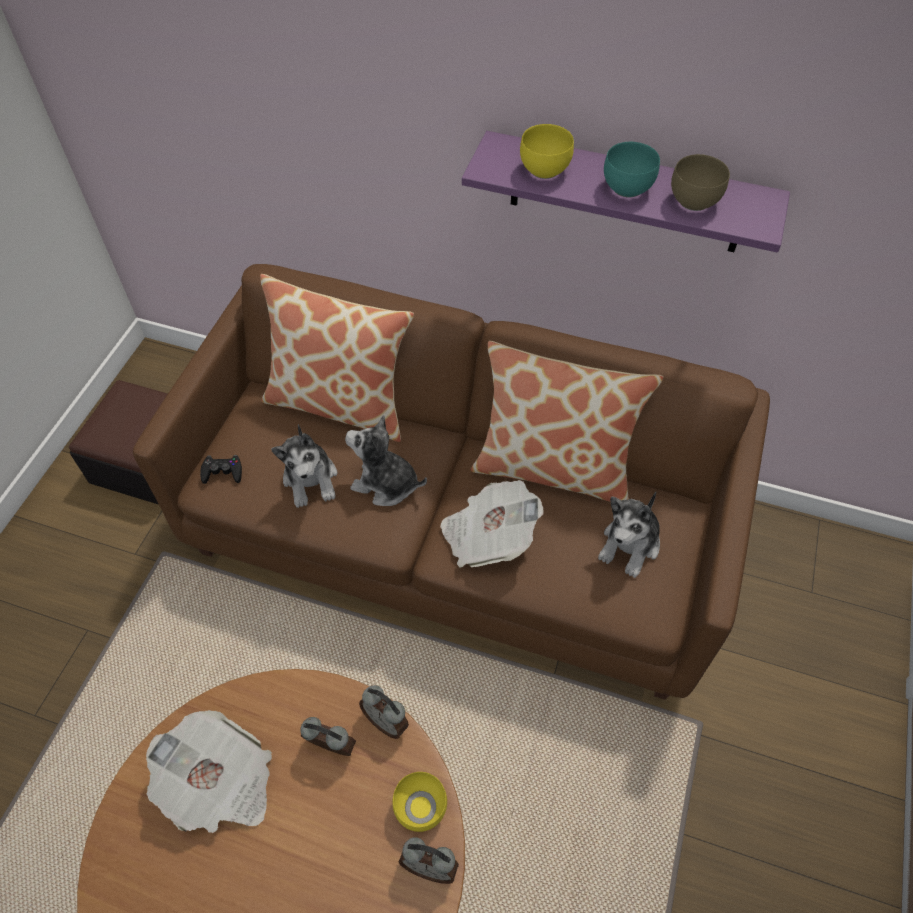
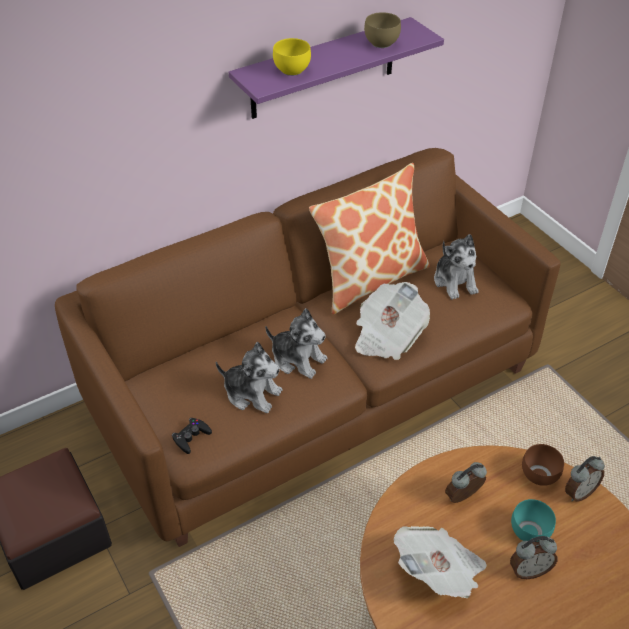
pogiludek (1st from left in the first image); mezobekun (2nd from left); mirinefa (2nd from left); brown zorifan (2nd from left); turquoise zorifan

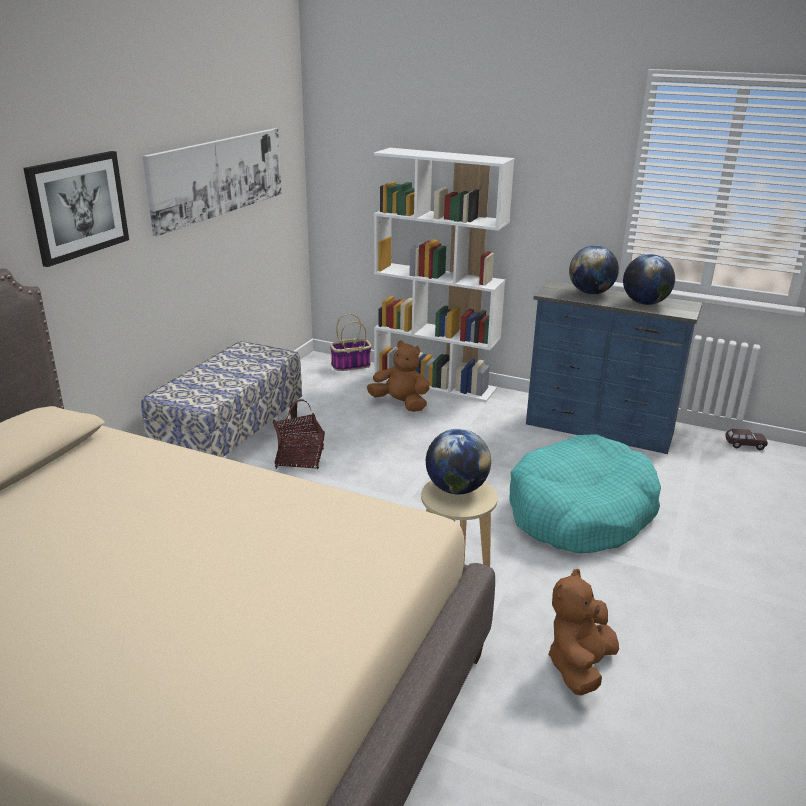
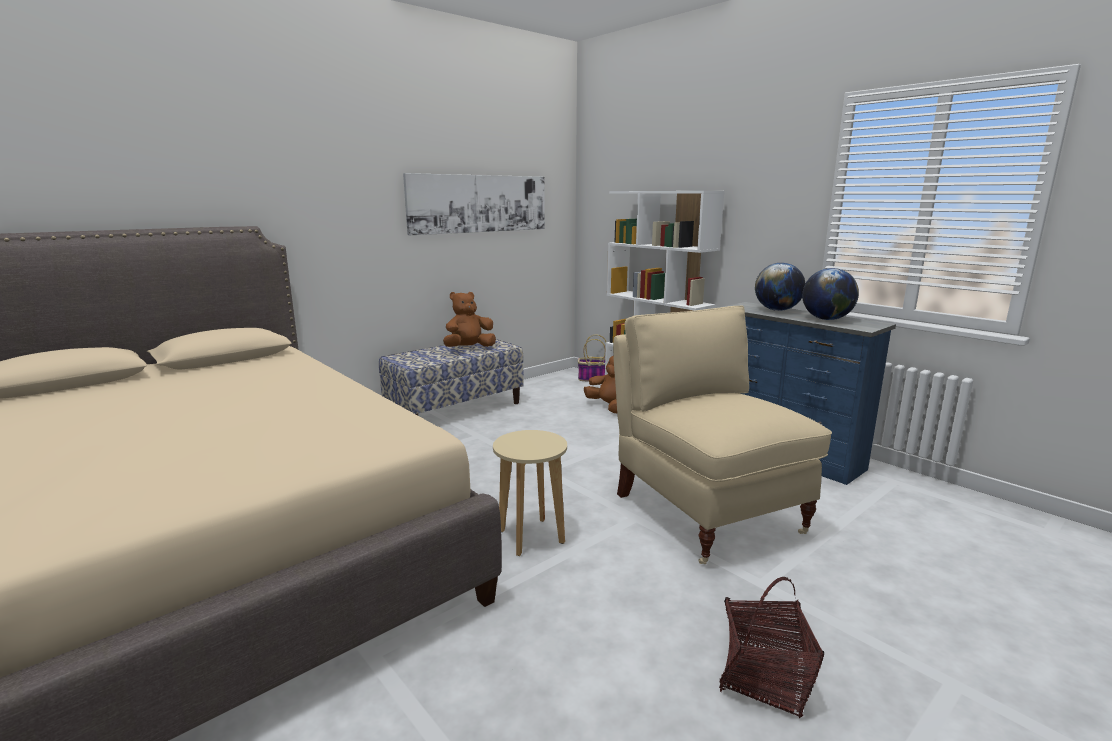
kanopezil (1st from left in the first image); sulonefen (2nd from left); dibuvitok (1st from left in the first image); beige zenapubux; brown mezobekun (1st from left); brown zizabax

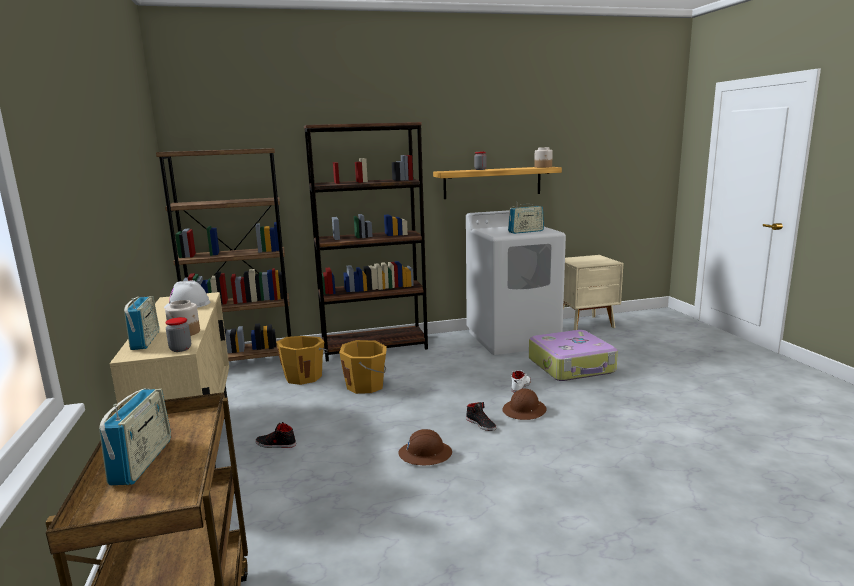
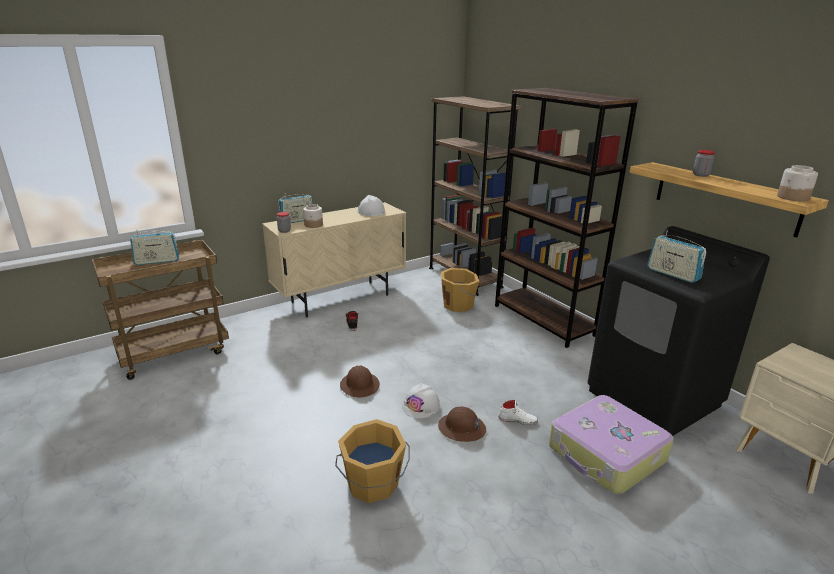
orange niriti (1st from left); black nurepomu; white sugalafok (2nd from left)

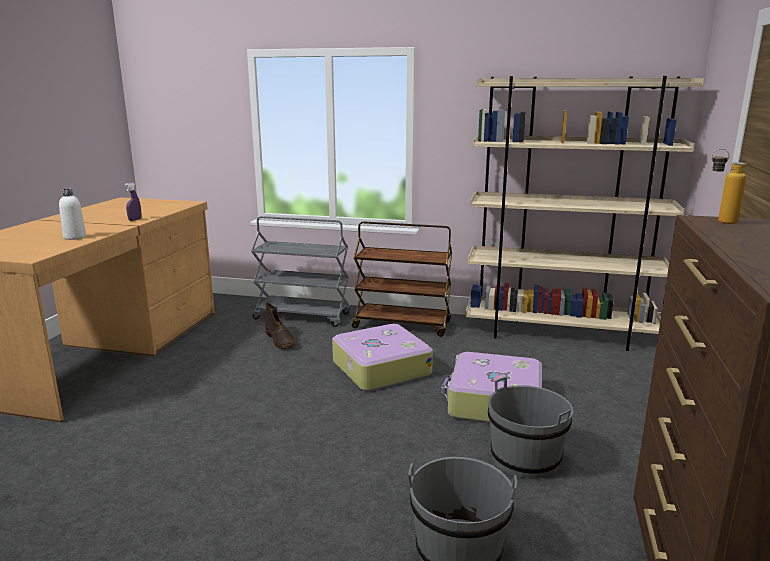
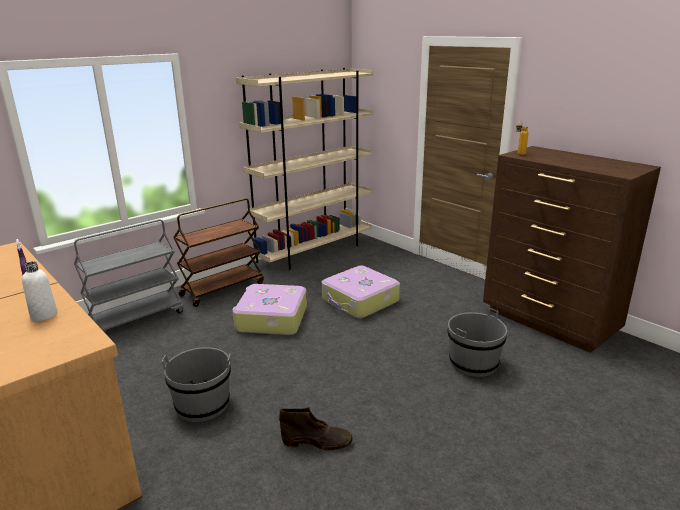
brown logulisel; grey niriti (1st from left)

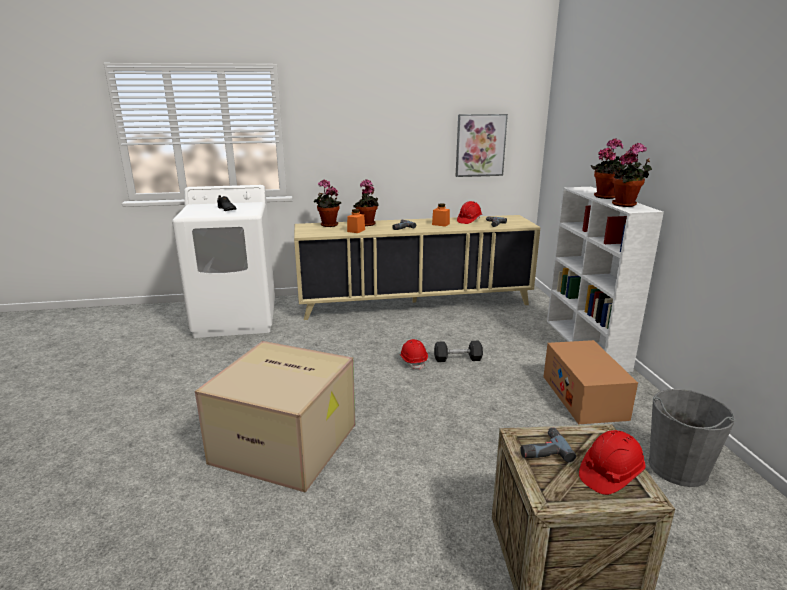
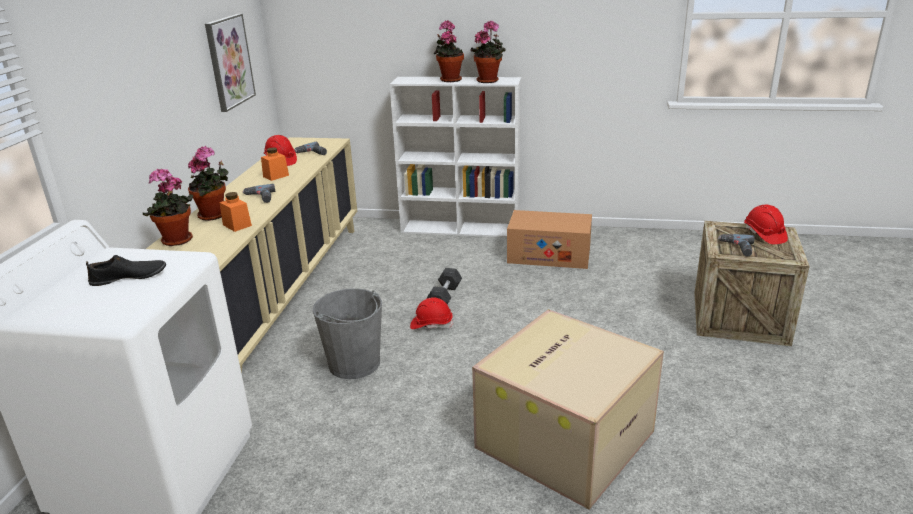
grey niriti

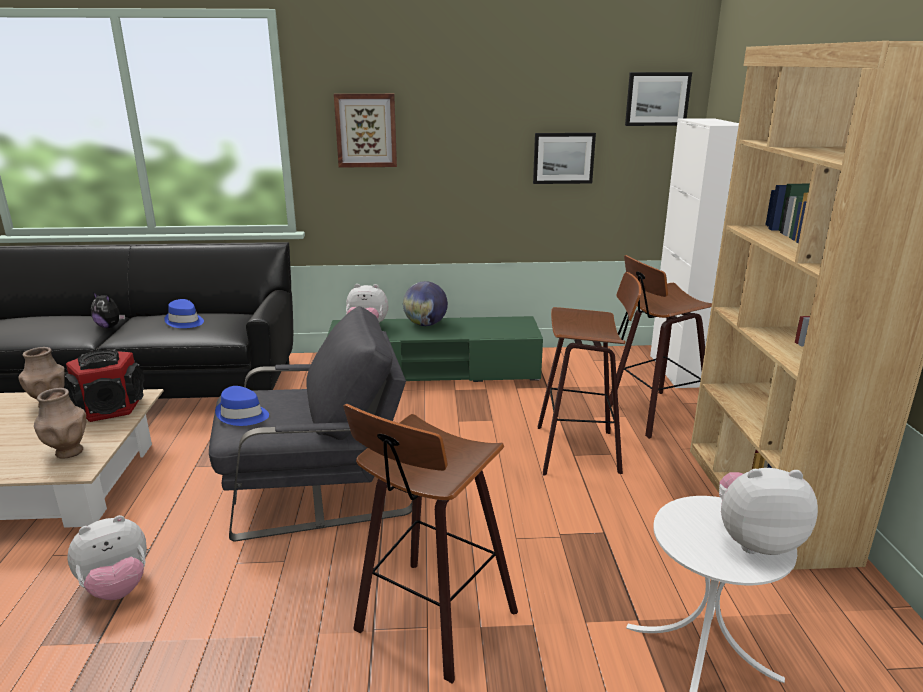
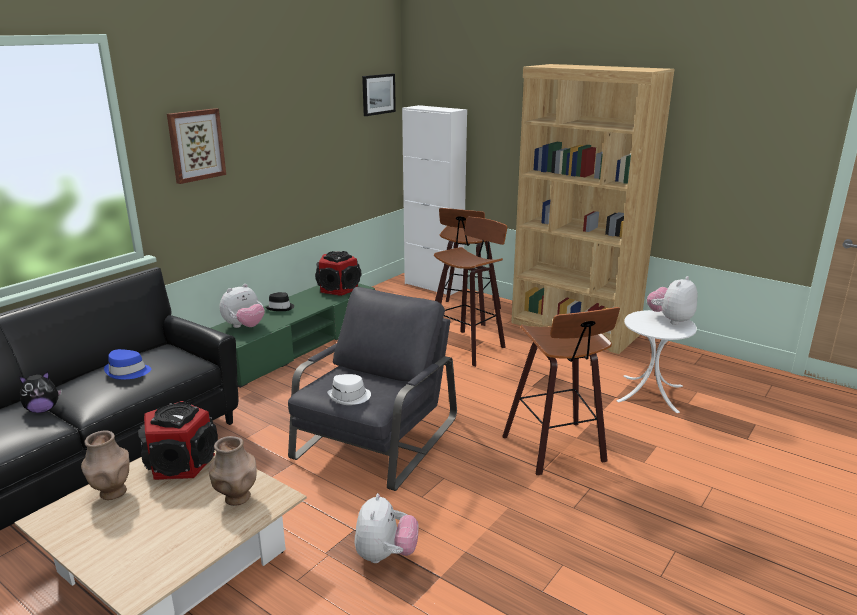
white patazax; black patazax; kanopezil (2nd from left in the first image); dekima (2nd from left)

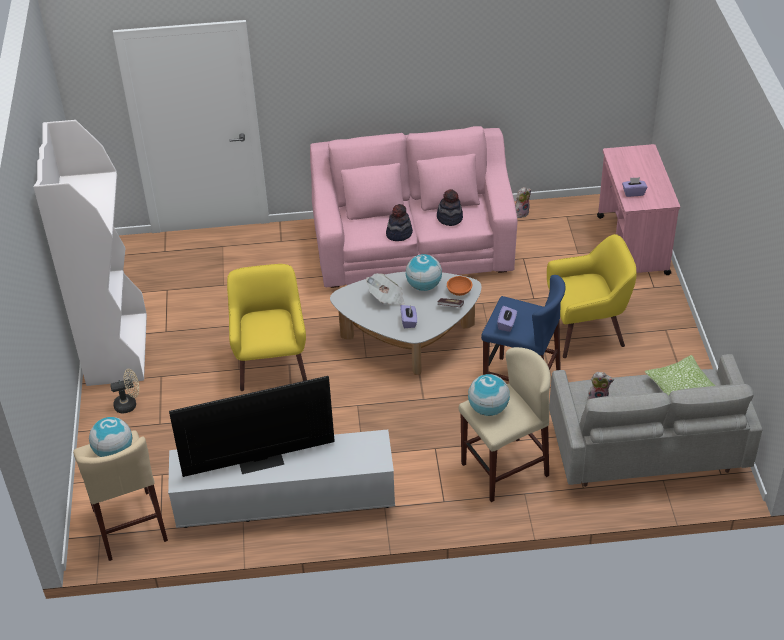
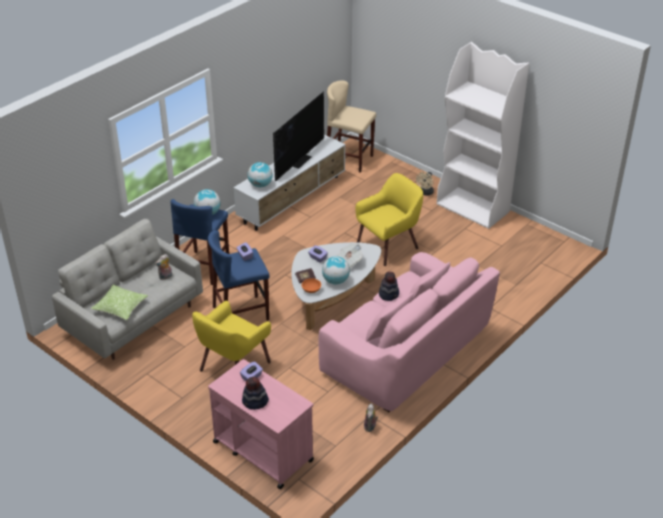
dibuvitok (2nd from left); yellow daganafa (2nd from left); patazax (1st from left); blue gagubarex (1st from left)

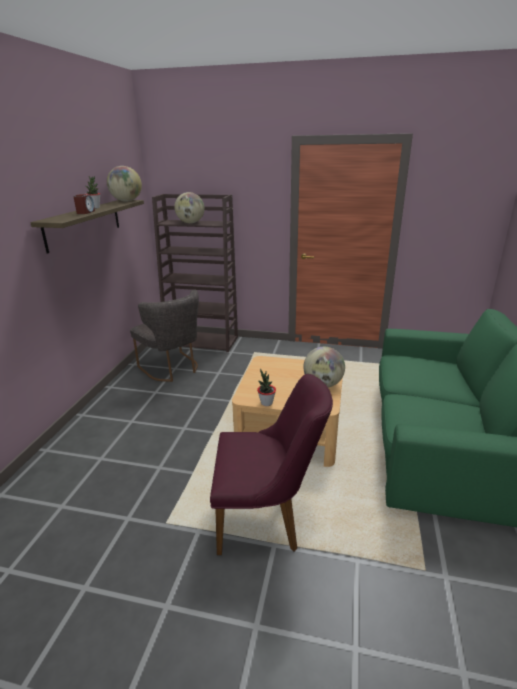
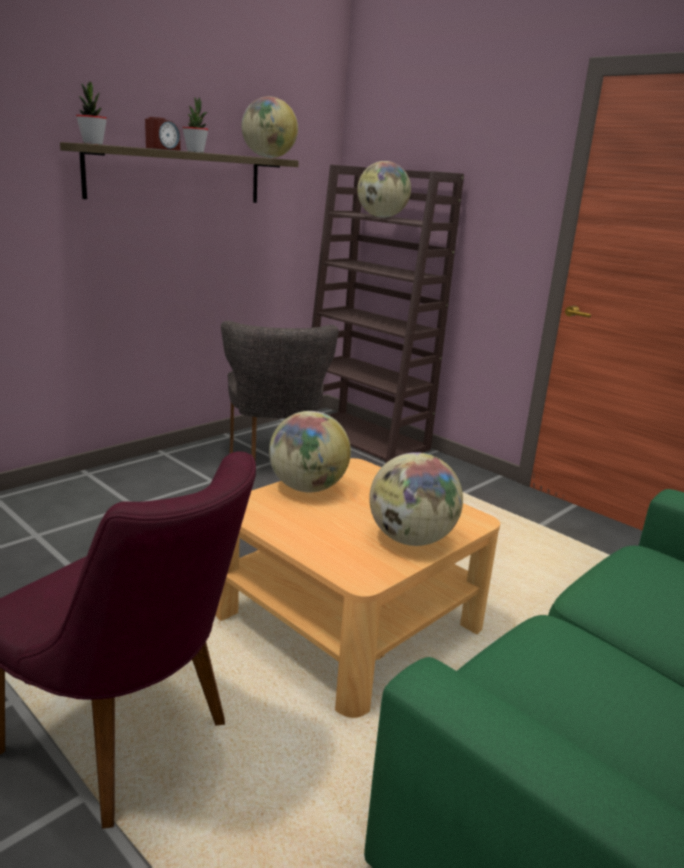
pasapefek (1st from left); dibuvitok (2nd from left)

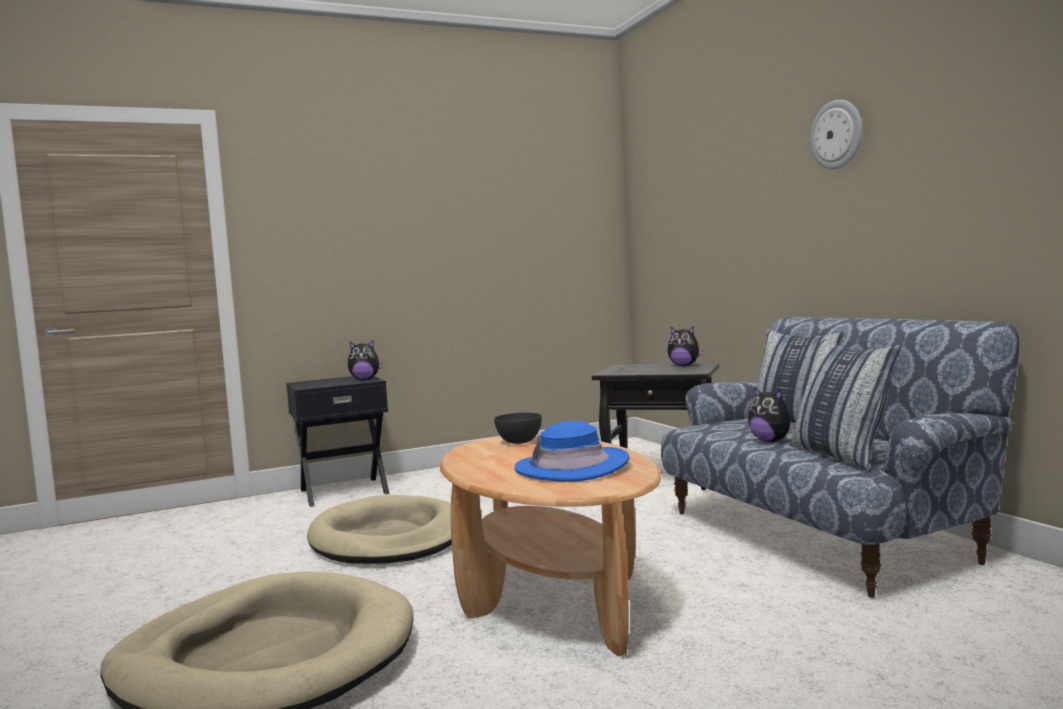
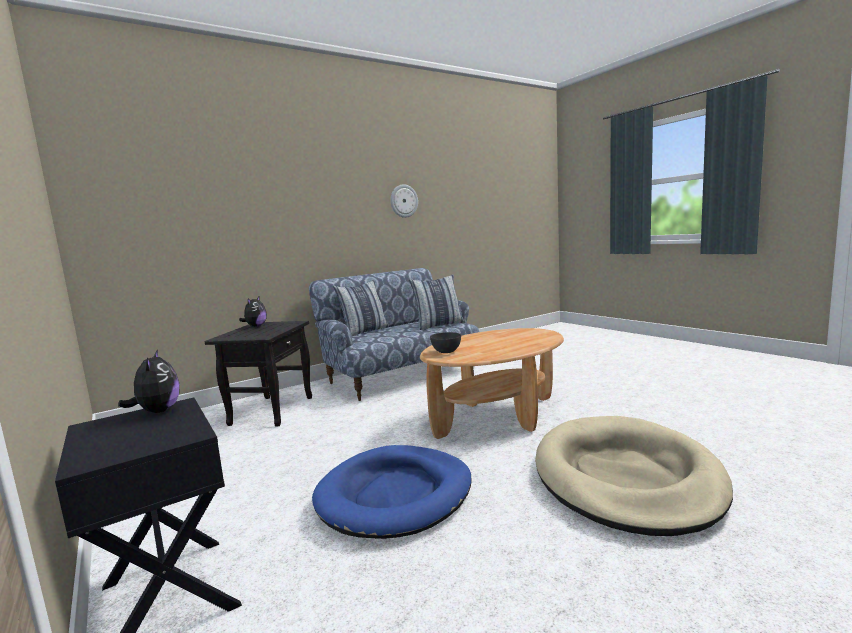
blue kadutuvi; blue patazax; mezobekun (3rd from left in the first image); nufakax

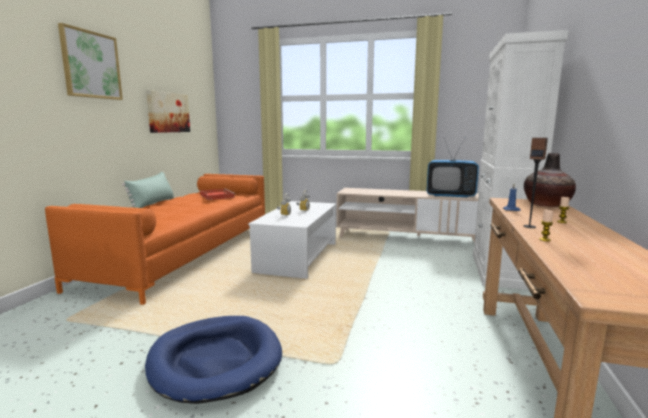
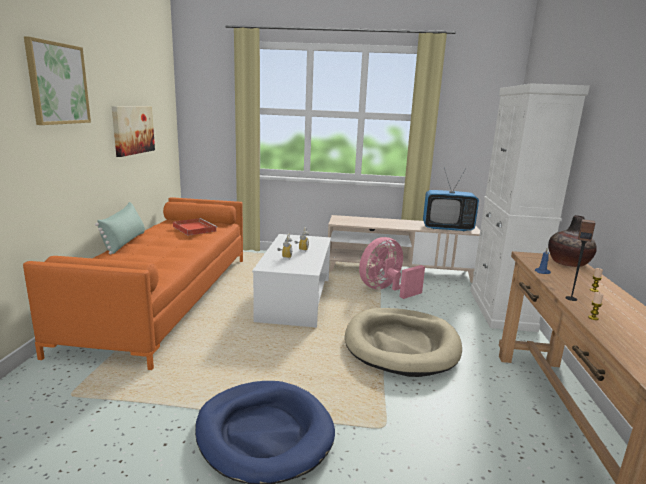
beige kadutuvi; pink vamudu

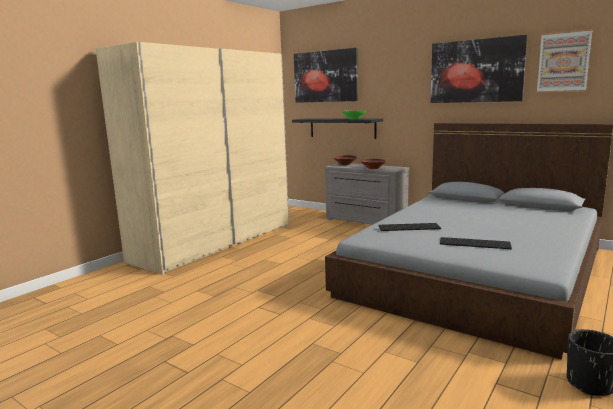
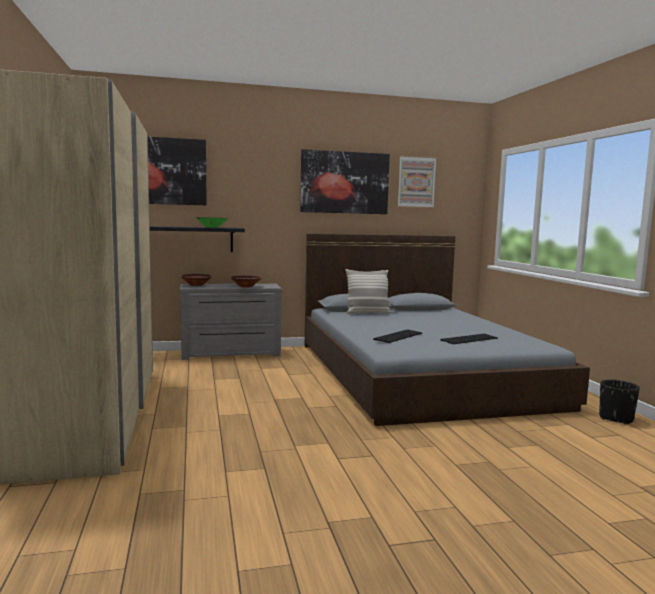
pogiludek

